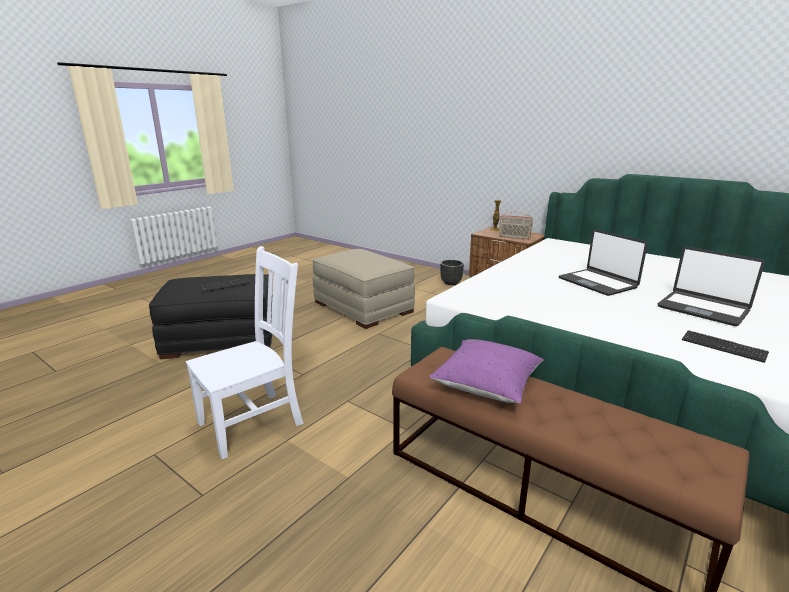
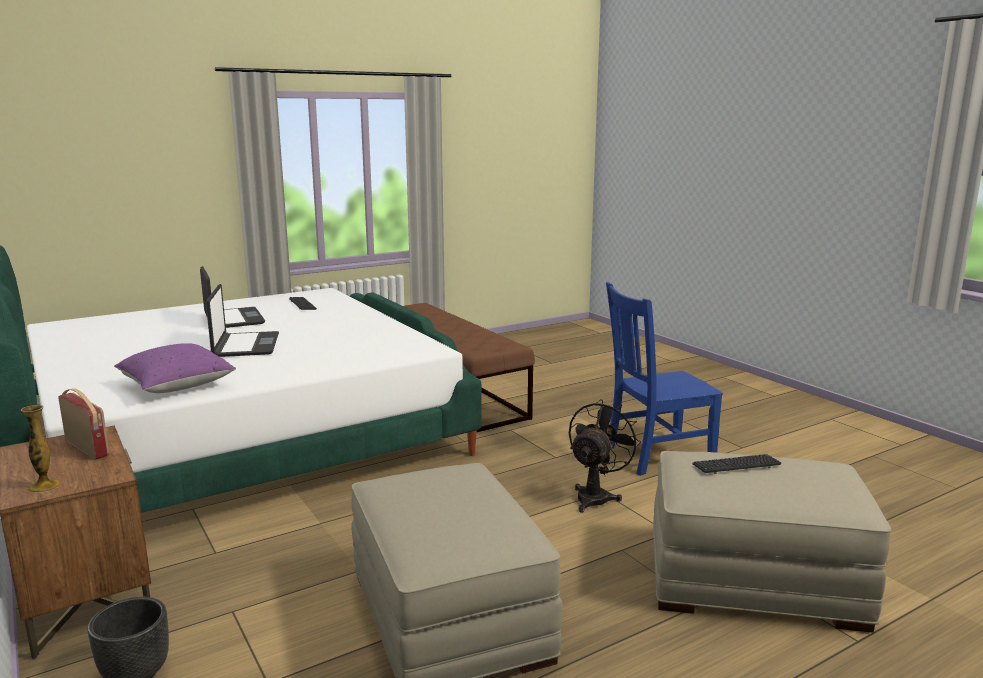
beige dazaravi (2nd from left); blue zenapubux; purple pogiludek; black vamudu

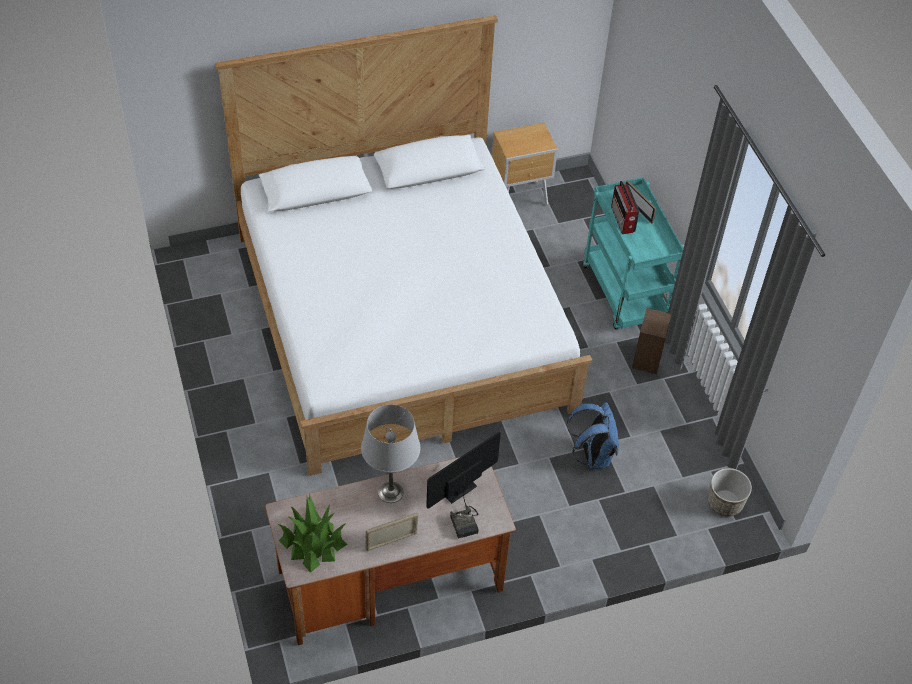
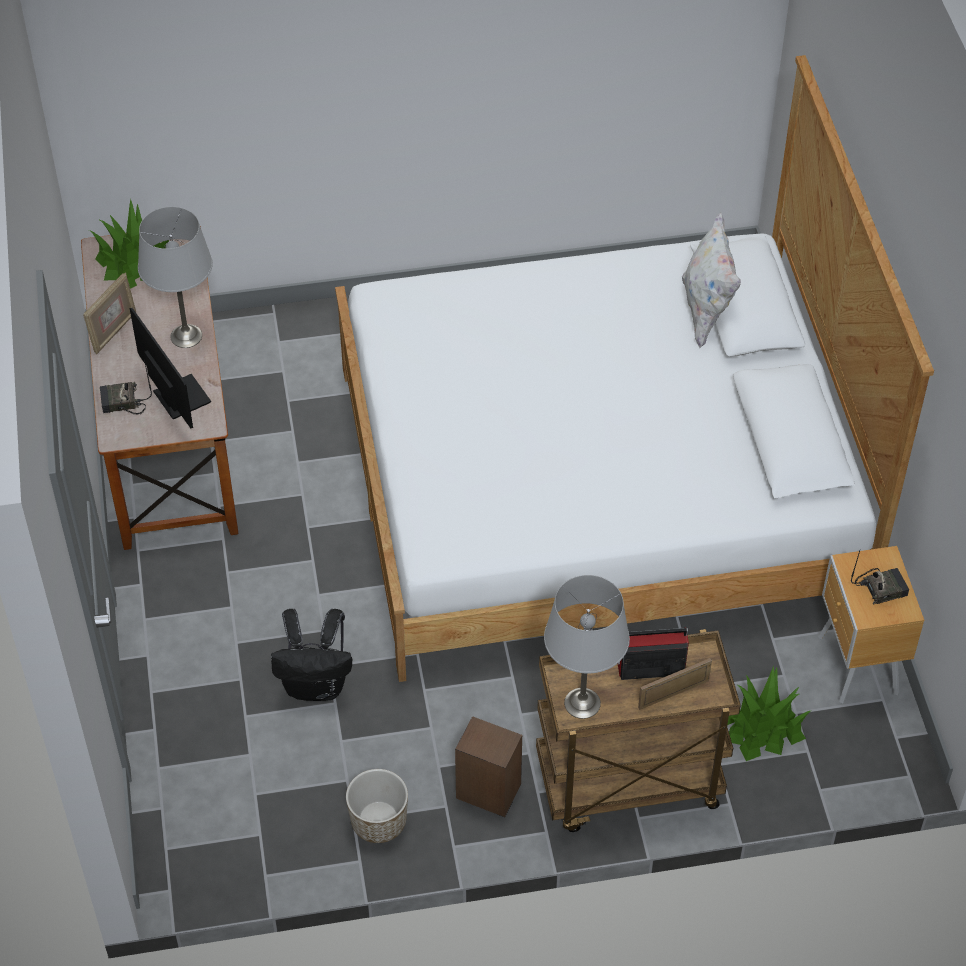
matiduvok (1st from left); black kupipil; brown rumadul; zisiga; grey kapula (2nd from left); white pogiludek; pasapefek (2nd from left); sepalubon (3rd from left)

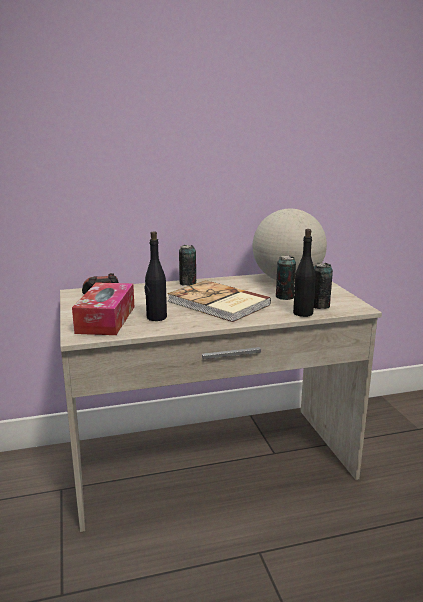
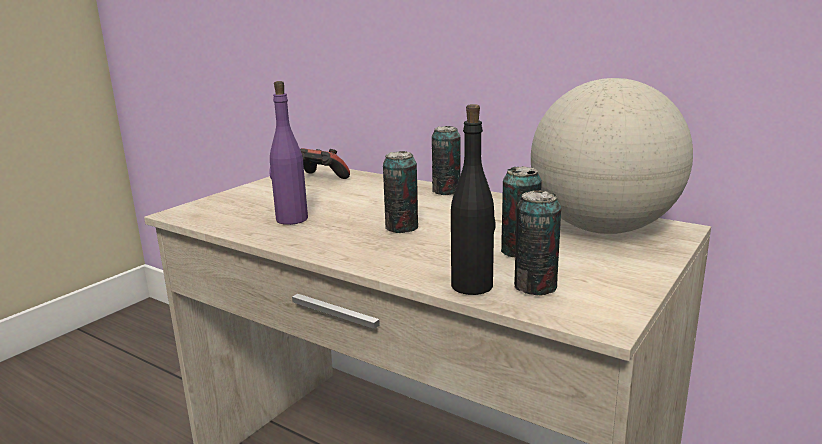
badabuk; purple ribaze; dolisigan (1st from left)

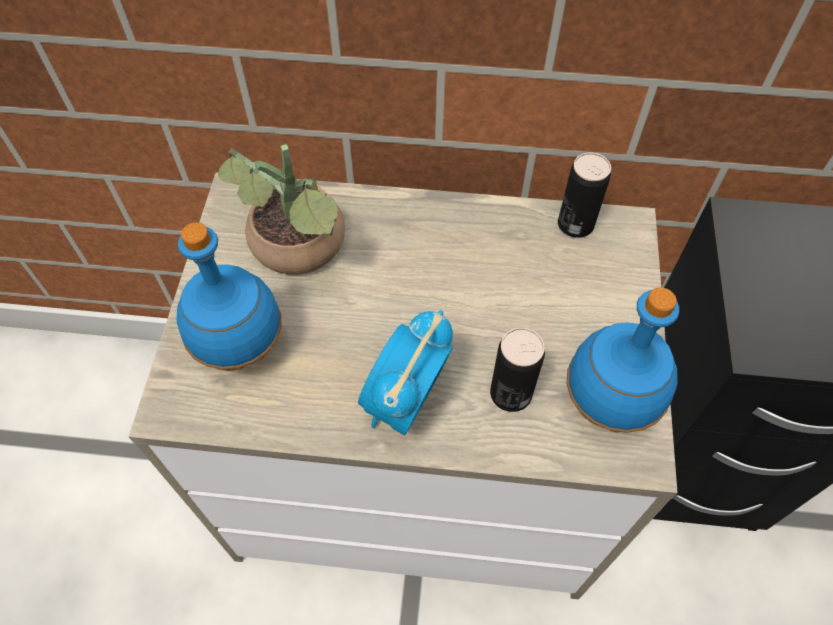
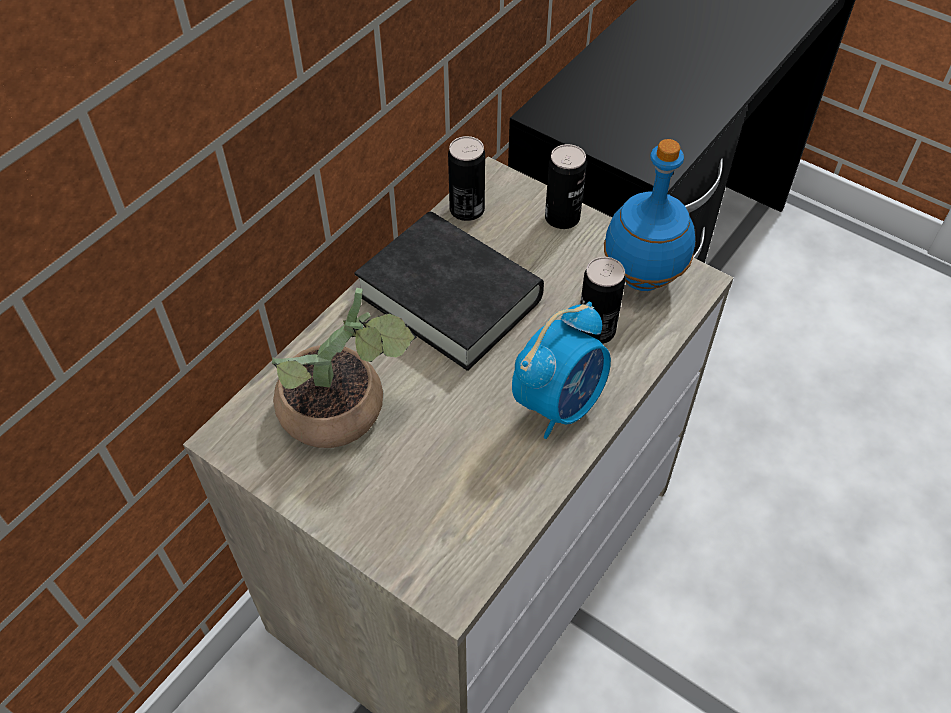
blue ribaze (1st from left in the first image); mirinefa; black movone; dolisigan (2nd from left)

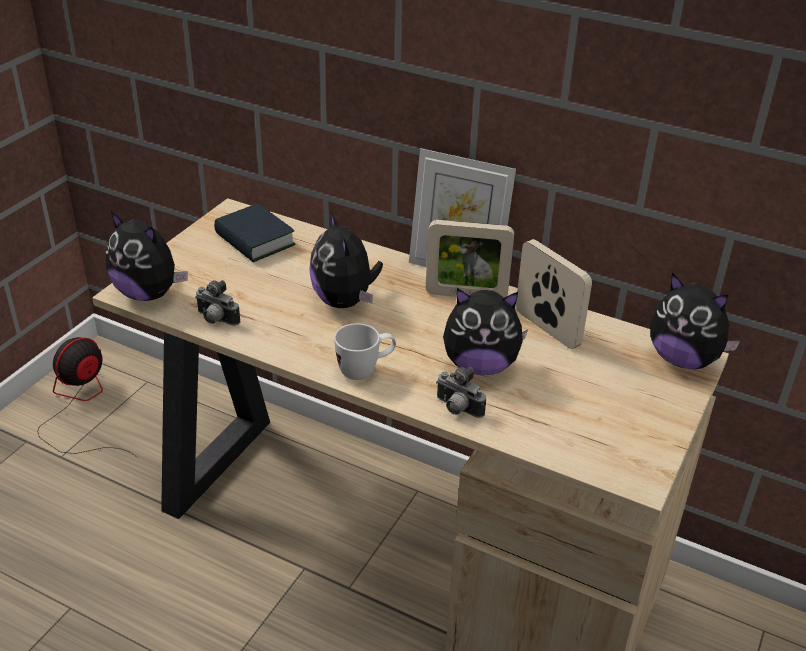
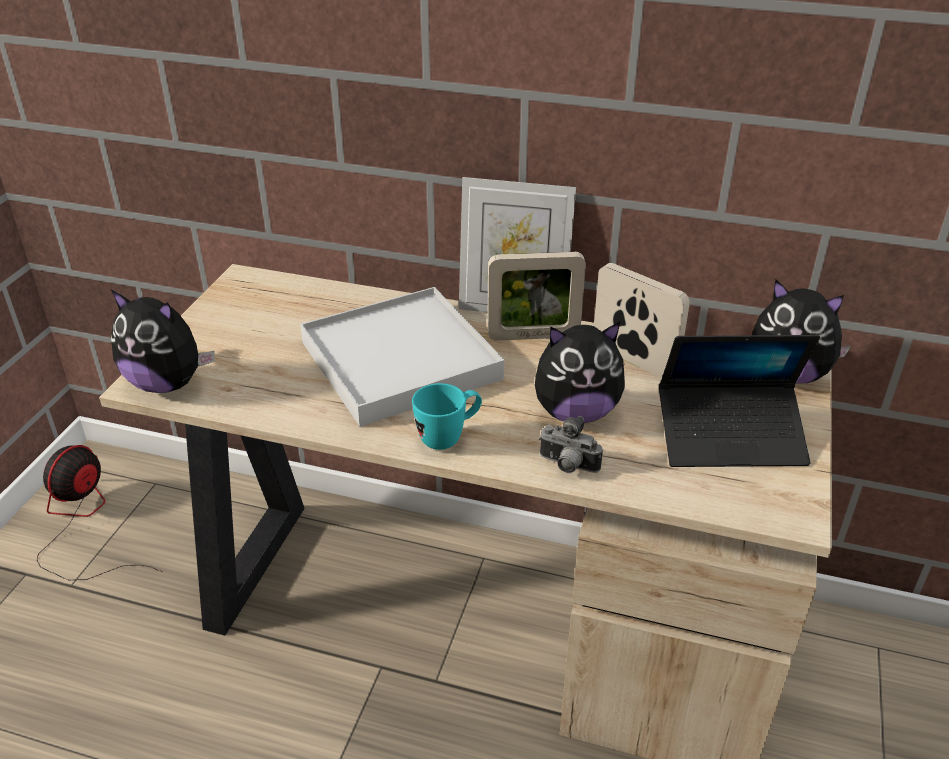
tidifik (1st from left in the first image); movone; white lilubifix; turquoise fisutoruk; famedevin

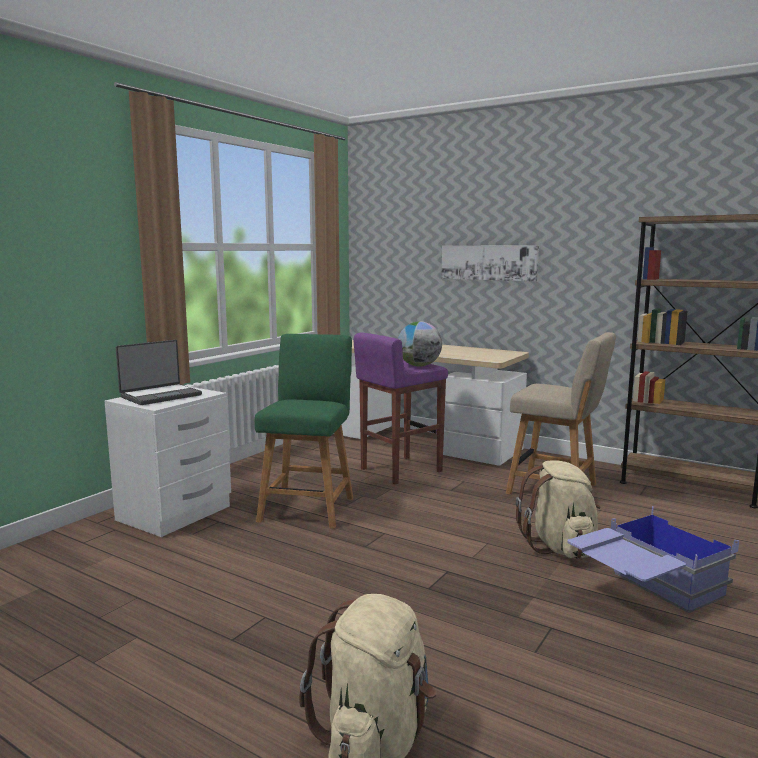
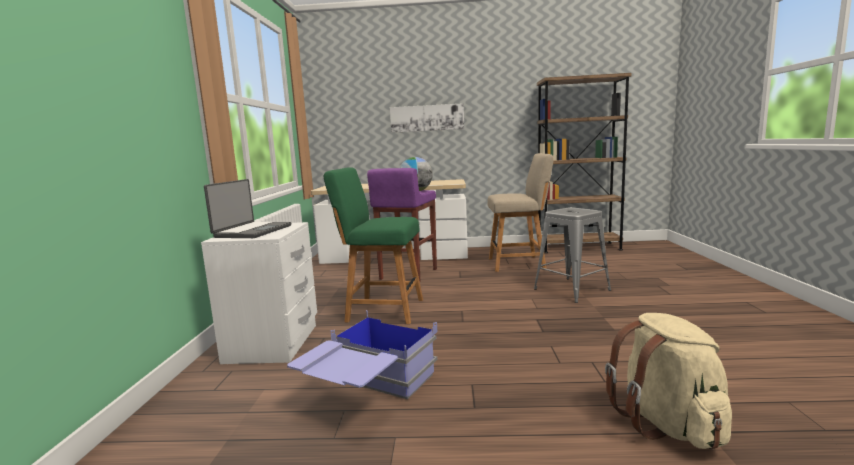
green zenapubux; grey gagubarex; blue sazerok

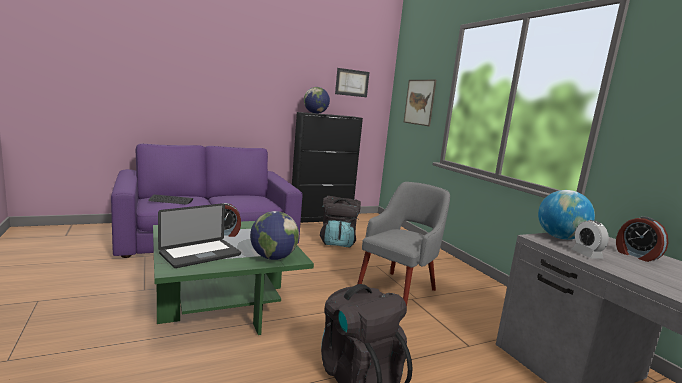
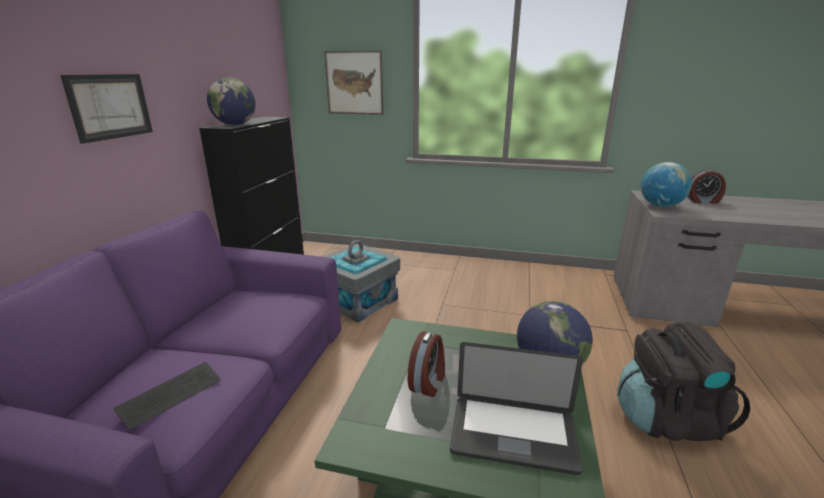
famedevin; grey sazerok; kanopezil (1st from left); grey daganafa; mirinefa (2nd from left in the first image)

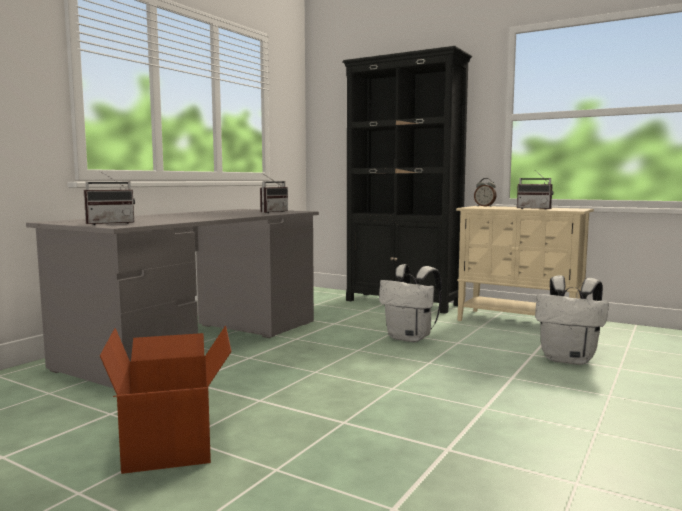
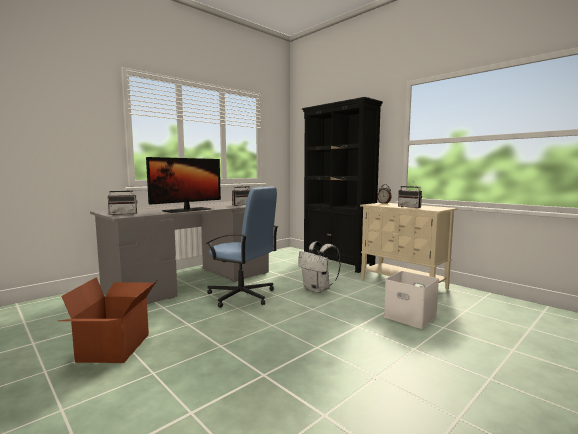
white sazerok; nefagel; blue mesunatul

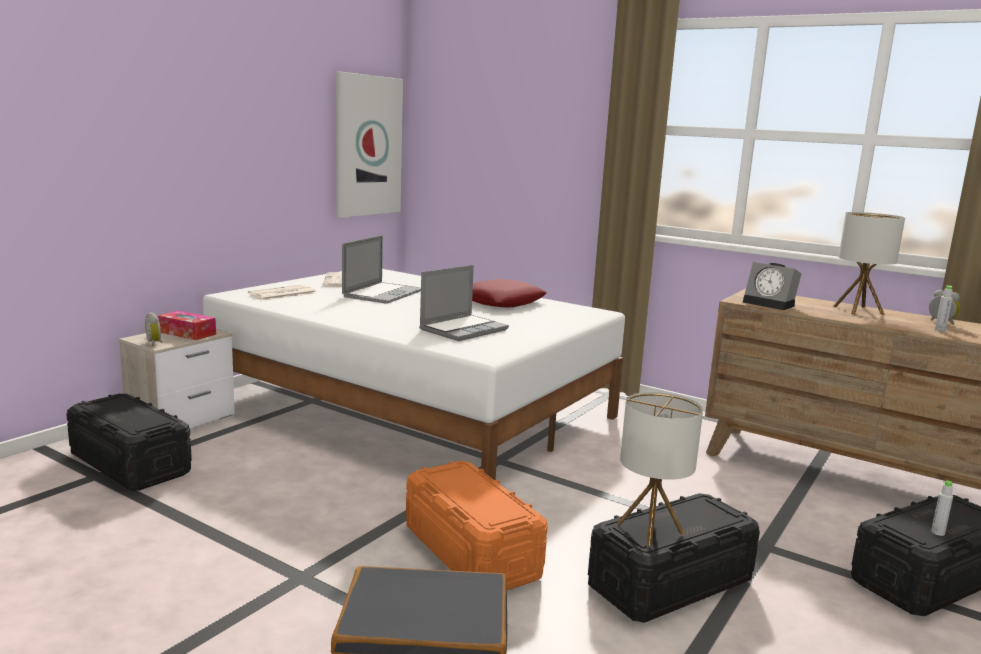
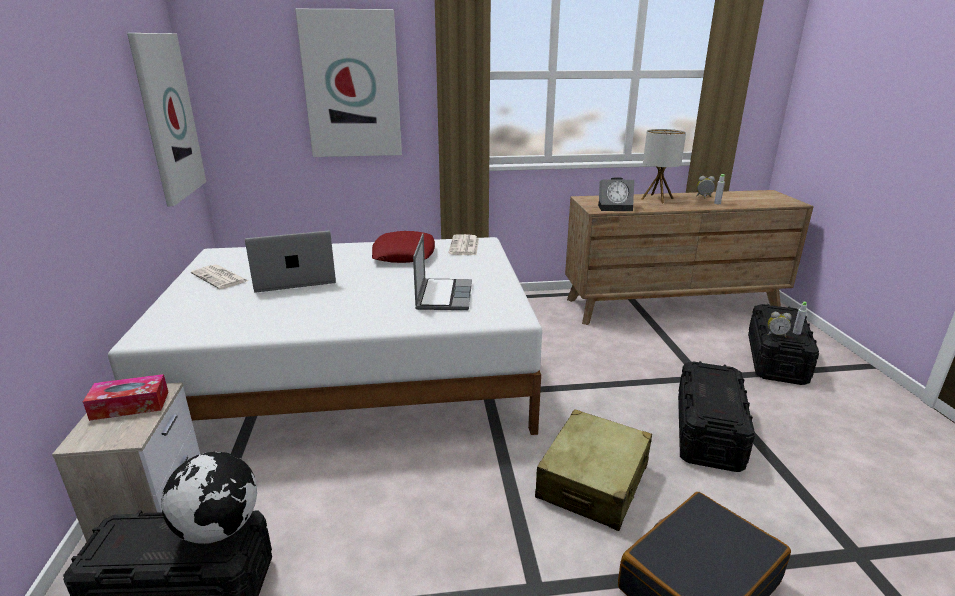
mirinefa (3rd from left); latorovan (2nd from left); famedevin (1st from left); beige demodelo; kapula (1st from left in the first image); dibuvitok; kanopezil (2nd from left)

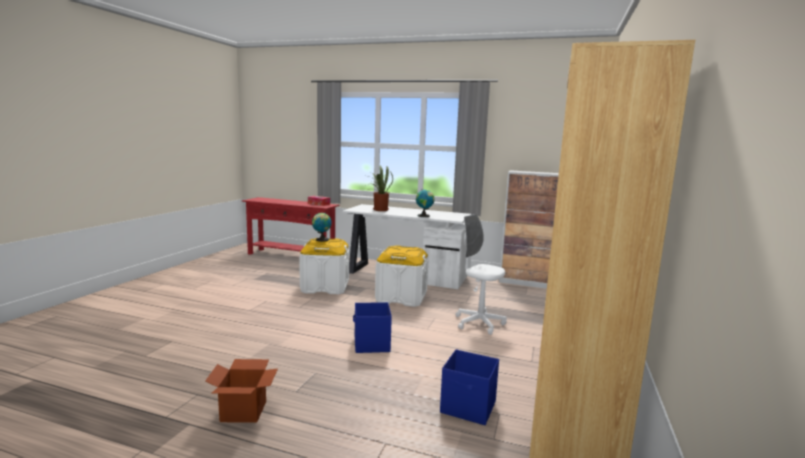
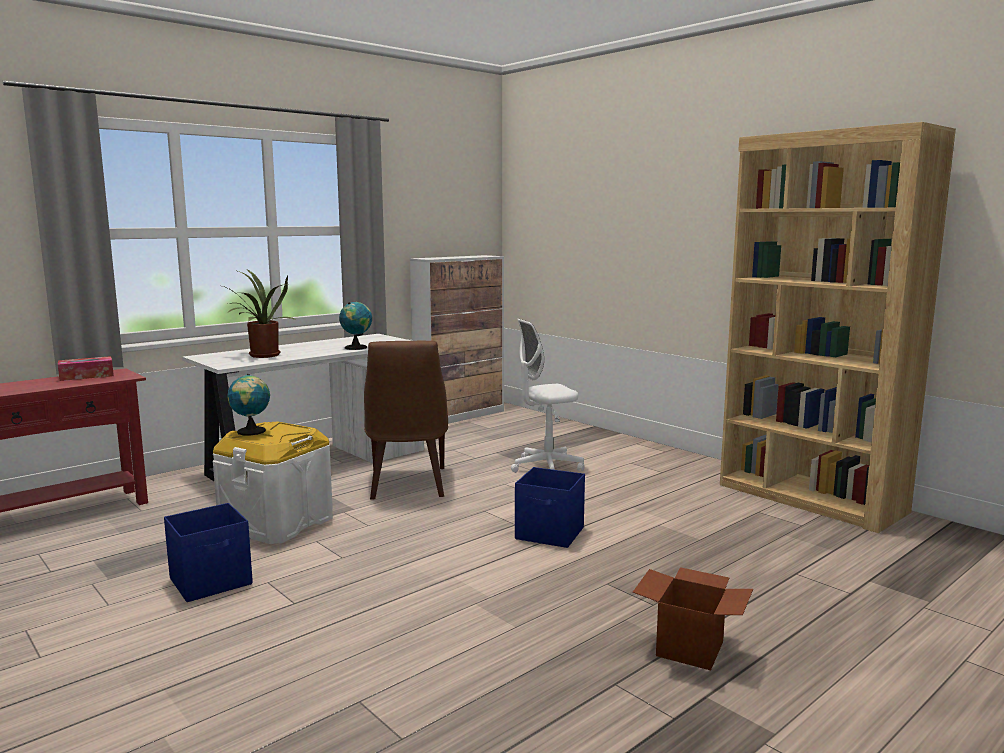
brown zenapubux; blue sazerok (1st from left)

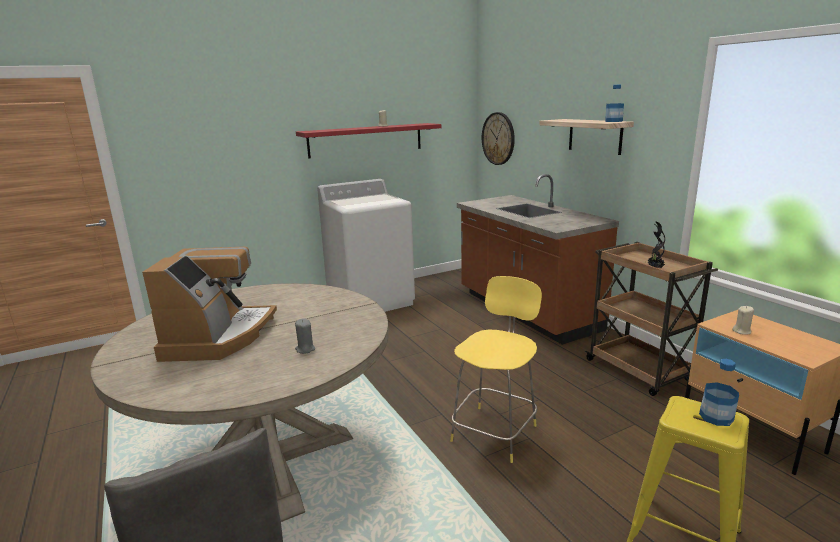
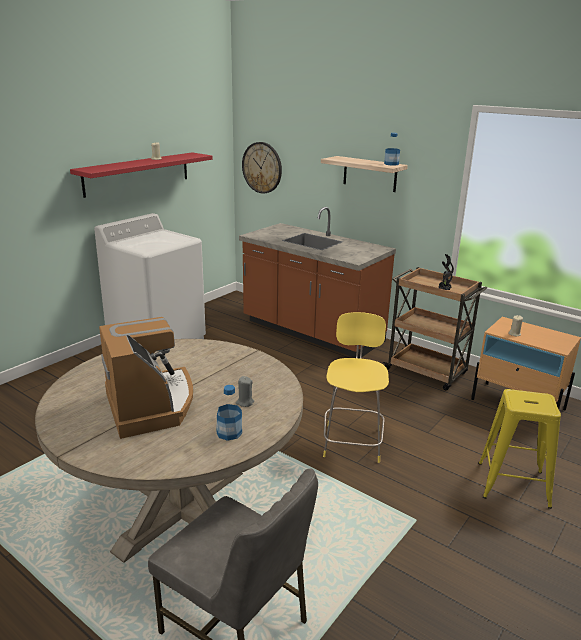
ribaze (1st from left)

